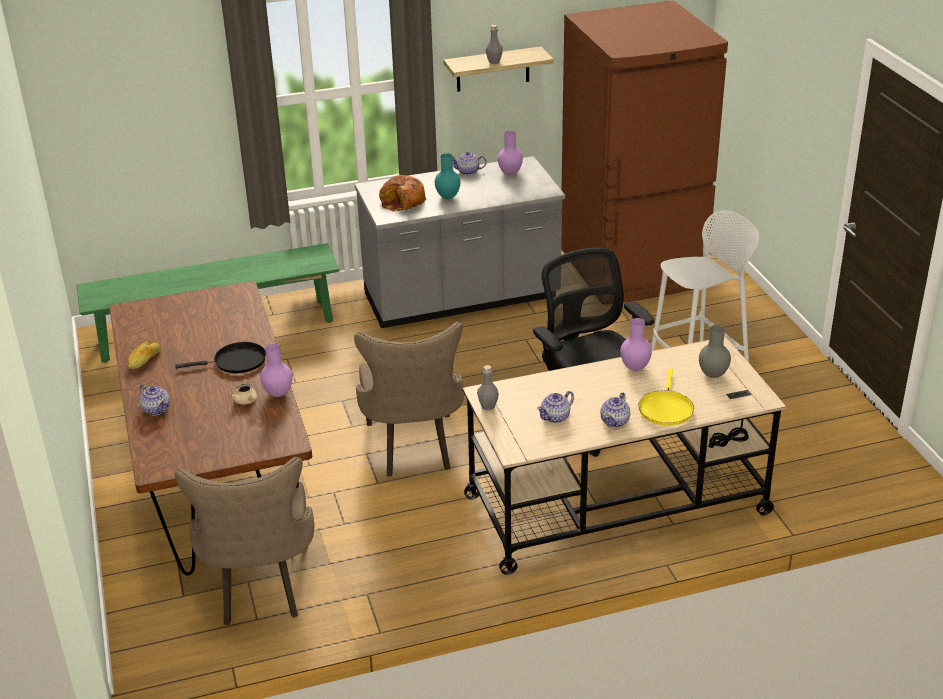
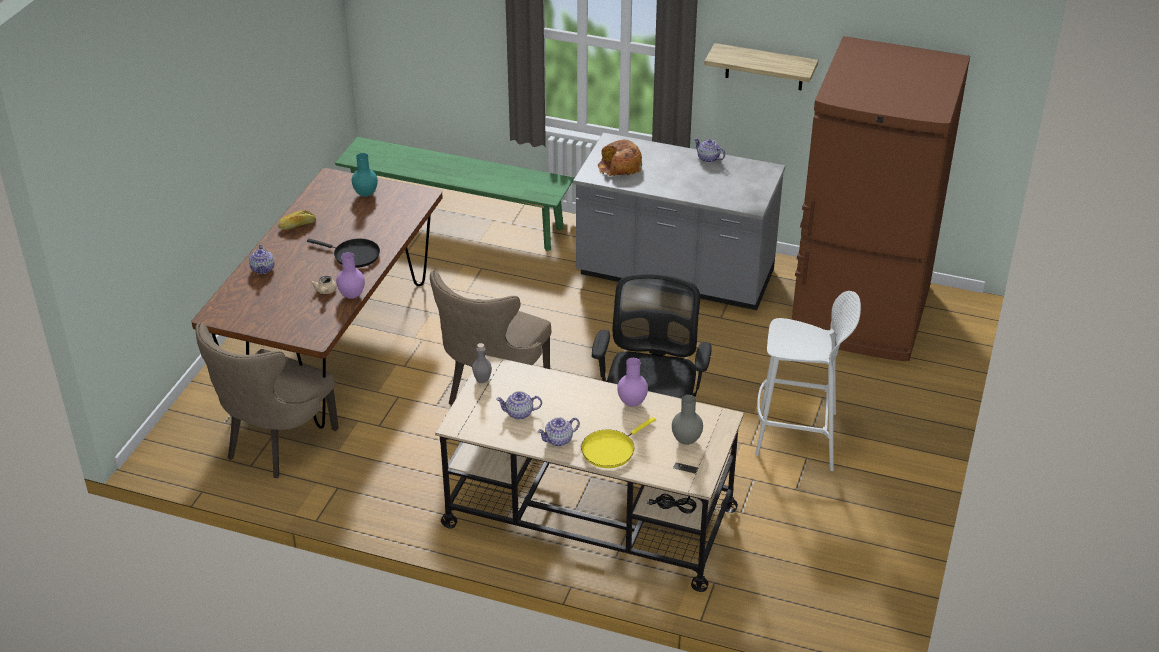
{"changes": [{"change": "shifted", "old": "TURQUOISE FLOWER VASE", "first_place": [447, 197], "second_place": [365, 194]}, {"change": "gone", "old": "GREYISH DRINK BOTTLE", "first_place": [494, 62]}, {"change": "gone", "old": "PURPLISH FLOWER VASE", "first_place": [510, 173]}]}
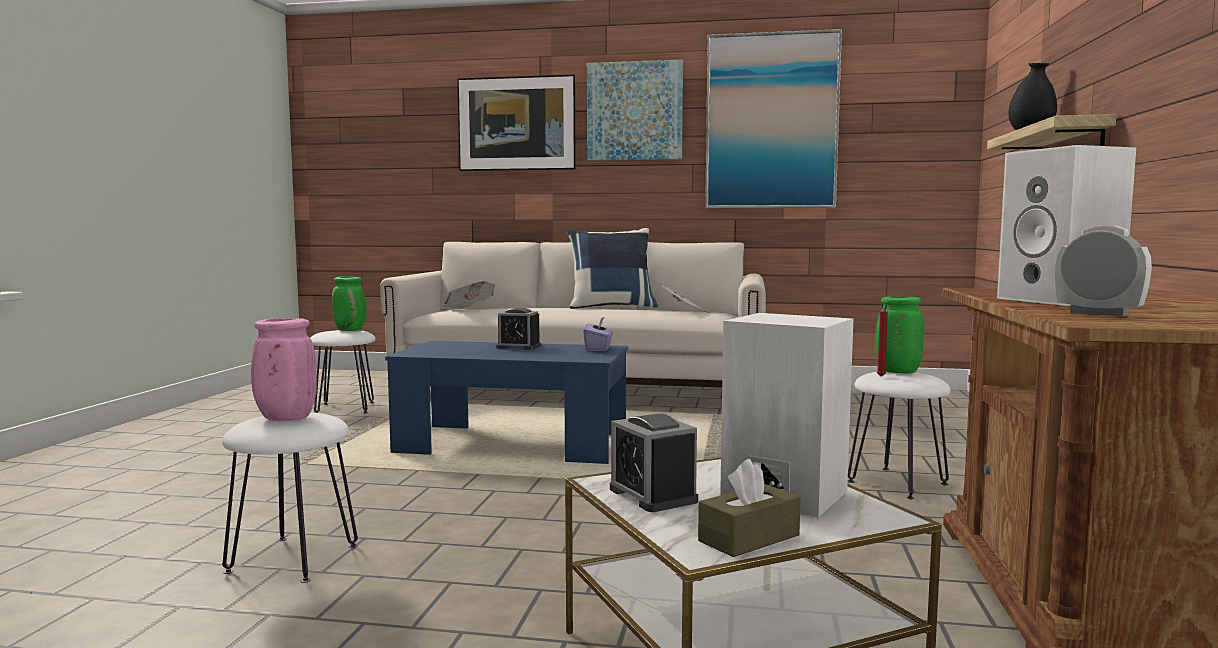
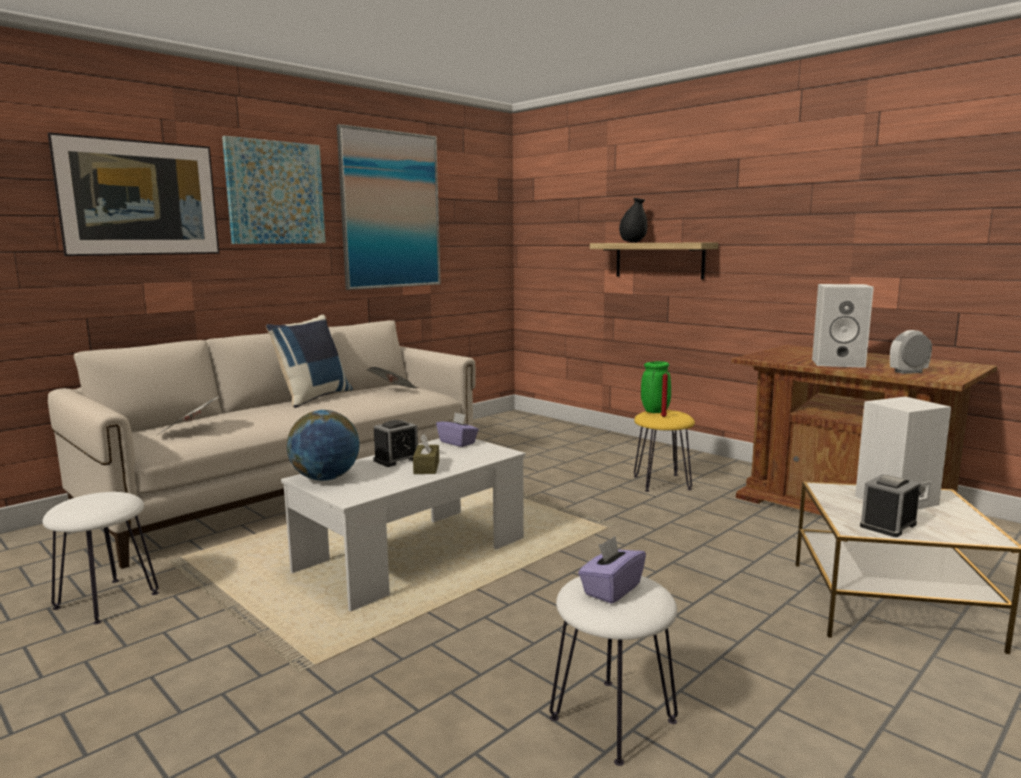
{"changes": [{"change": "repainted", "old": "BLUE-COLOURED LOW TABLE", "new": "WHITE-COLOURED LOW TABLE", "first_place": [513, 444], "second_place": [413, 555]}, {"change": "new", "new": "WORLD GLOBE", "second_place": [325, 478]}, {"change": "shifted", "old": "BROWN-COLOURED TISSUE BOX", "first_place": [749, 538], "second_place": [426, 467]}, {"change": "swapped", "old": "PINK-COLOURED FLOWER VASE", "new": "PURPLISH TISSUE BOX", "first_place": [284, 418], "second_place": [611, 589]}, {"change": "repainted", "old": "WHITE-COLOURED STOOL", "new": "YELLOW STOOL", "first_place": [897, 483], "second_place": [661, 482]}, {"change": "rotated", "old": "BEDSIDE CLOCK", "first_place": [652, 495], "second_place": [888, 525], "degrees": 135}, {"change": "gone", "old": "GREEN-COLOURED FLOWER VASE", "first_place": [351, 330]}]}
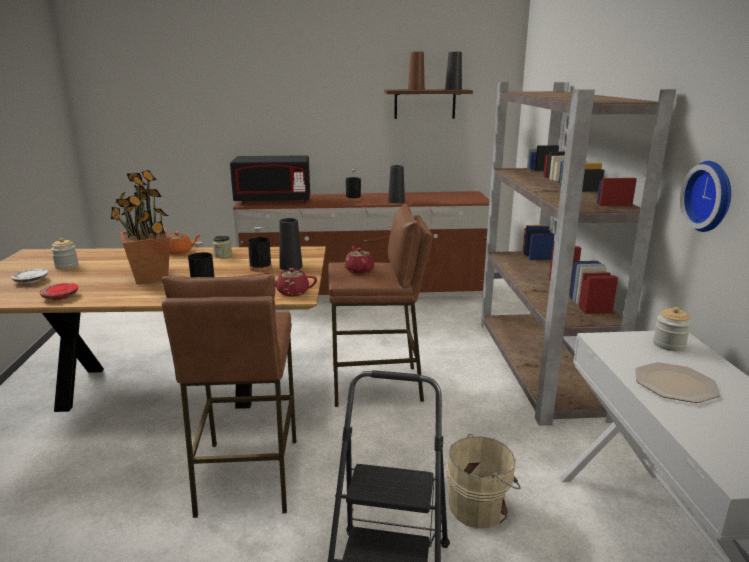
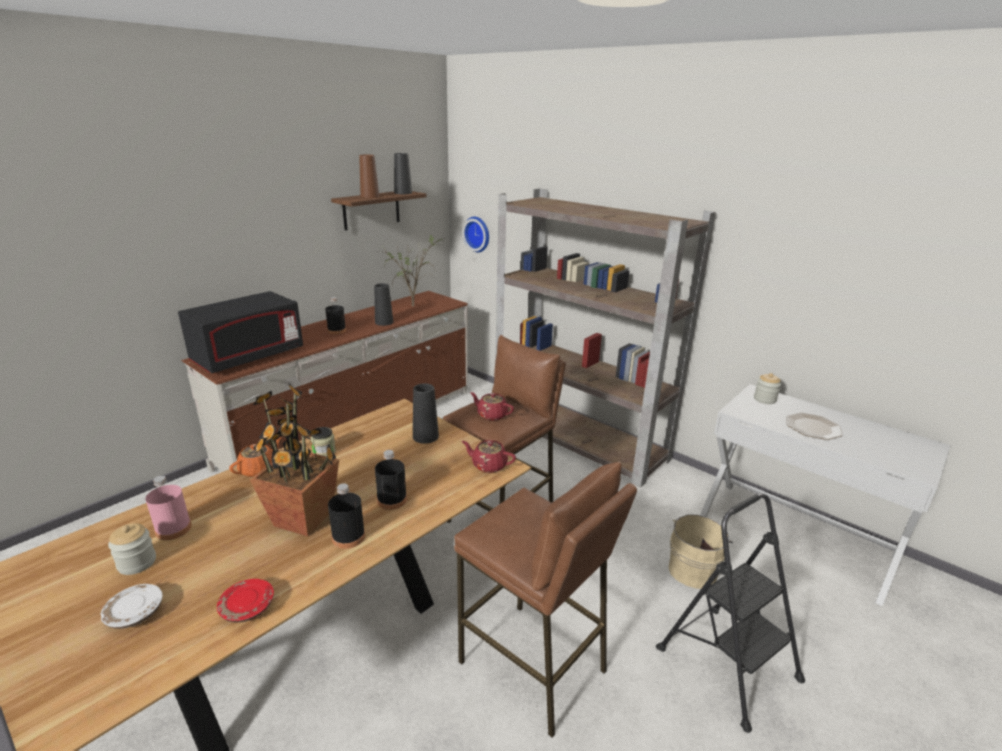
{"changes": [{"change": "new", "new": "PINK-COLOURED DRINK BOTTLE", "second_place": [173, 529]}, {"change": "shifted", "old": "BLACKISH DRINK BOTTLE", "first_place": [260, 268], "second_place": [348, 537]}, {"change": "new", "new": "HOUSEPLANT", "second_place": [415, 305]}, {"change": "rotated", "old": "RED-COLOURED TEAPOT", "first_place": [292, 292], "second_place": [488, 465], "degrees": 60}, {"change": "shifted", "old": "HANGING CLOCK", "first_place": [711, 196], "second_place": [478, 234]}]}
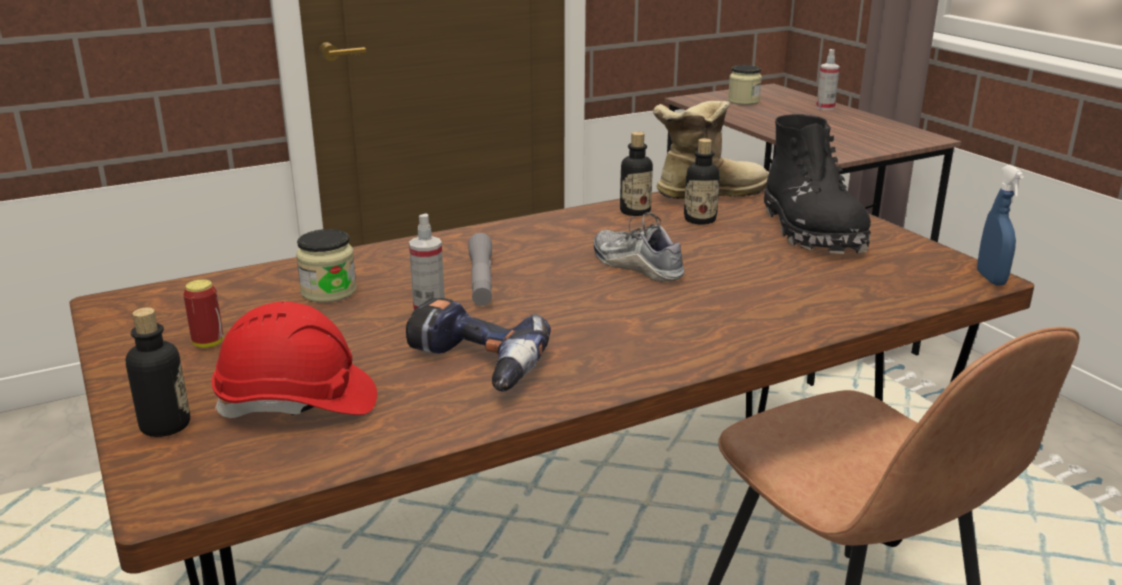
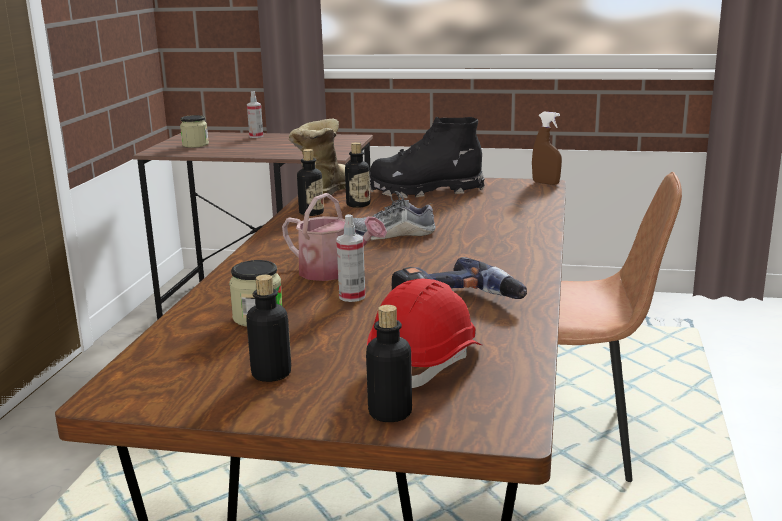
{"changes": [{"change": "swapped", "old": "SEALED CAN", "new": "DRINK BOTTLE", "first_place": [208, 343], "second_place": [271, 374]}, {"change": "swapped", "old": "GREYISH HAND TORCH", "new": "WATERING POT", "first_place": [481, 280], "second_place": [332, 273]}, {"change": "rotated", "old": "BLACKISH TALL BOOT", "first_place": [811, 231], "second_place": [425, 191], "degrees": 150}, {"change": "repainted", "old": "BLUE-COLOURED HAND SPRAYER", "new": "BROWN-COLOURED HAND SPRAYER", "first_place": [991, 278], "second_place": [545, 183]}]}
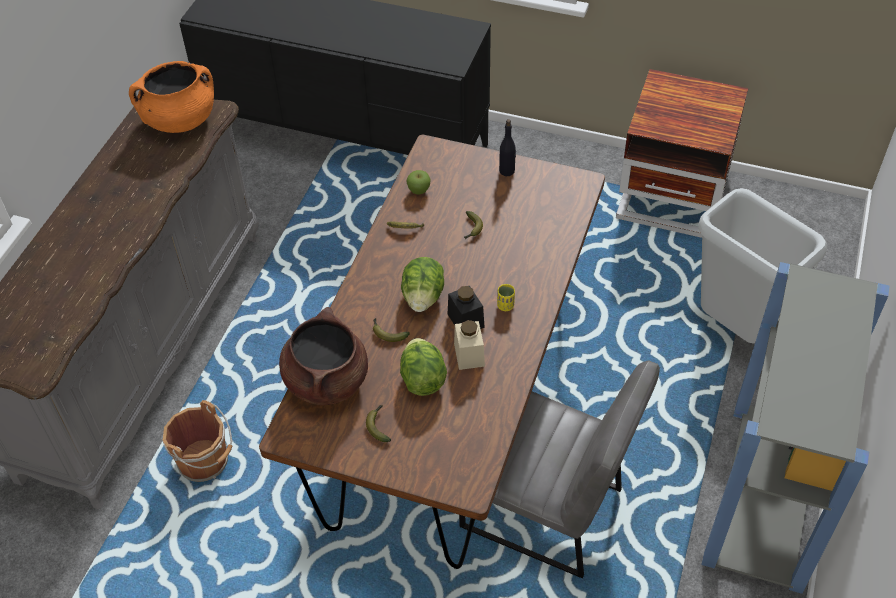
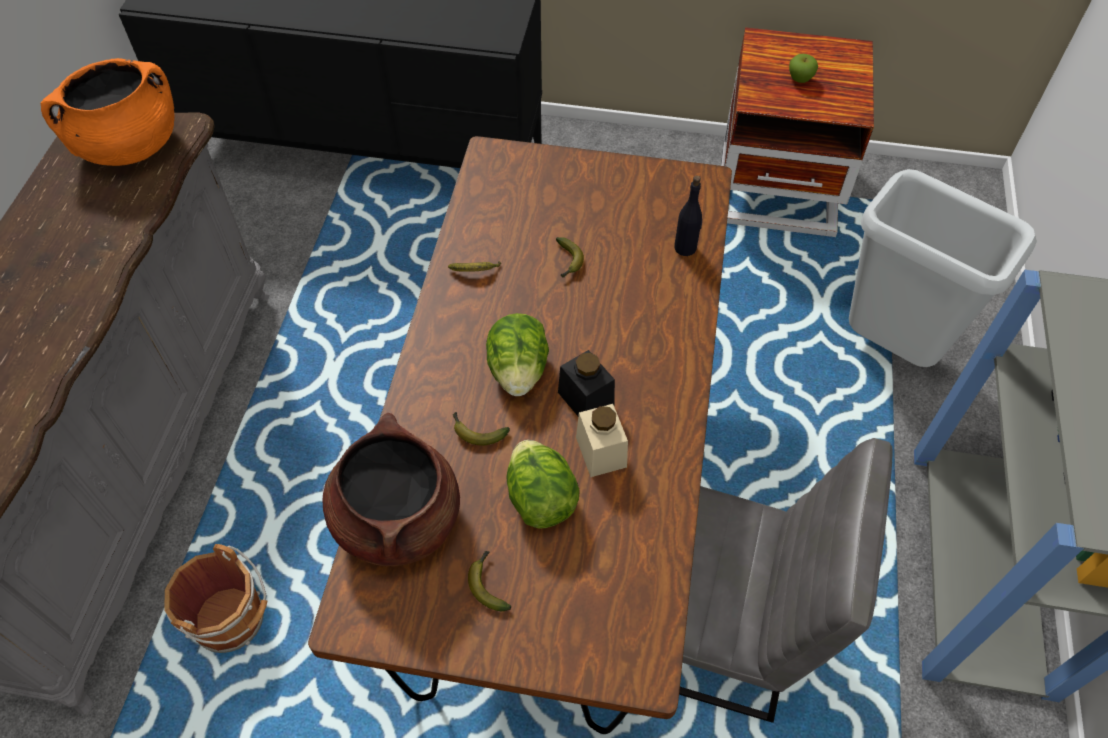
{"changes": [{"change": "shifted", "old": "BLACKISH DRINK BOTTLE", "first_place": [507, 171], "second_place": [685, 248]}, {"change": "shifted", "old": "WHOLE APPLE", "first_place": [419, 191], "second_place": [800, 79]}, {"change": "gone", "old": "YELLOW CUP", "first_place": [505, 306]}]}
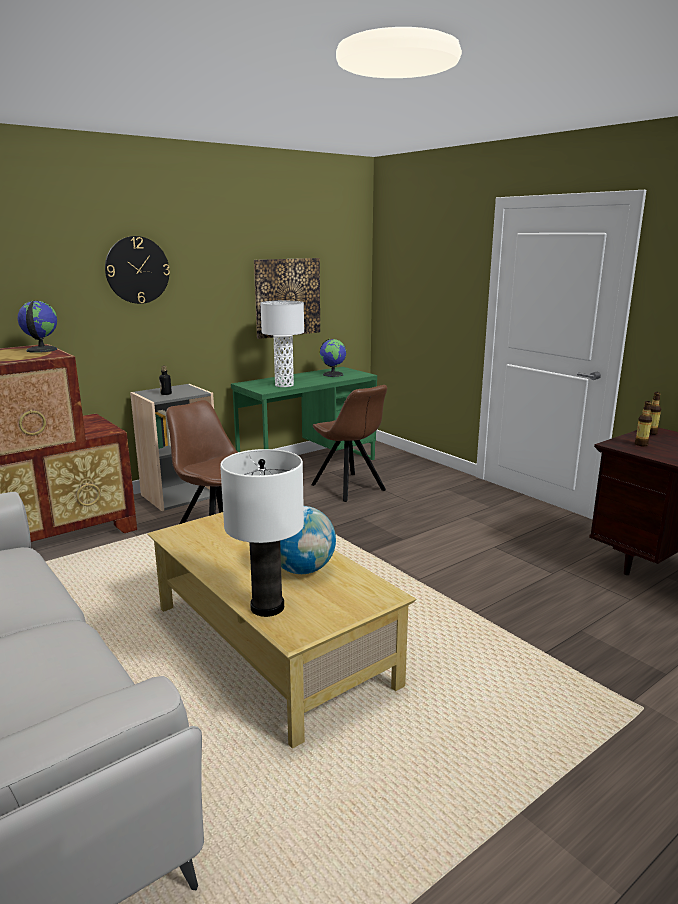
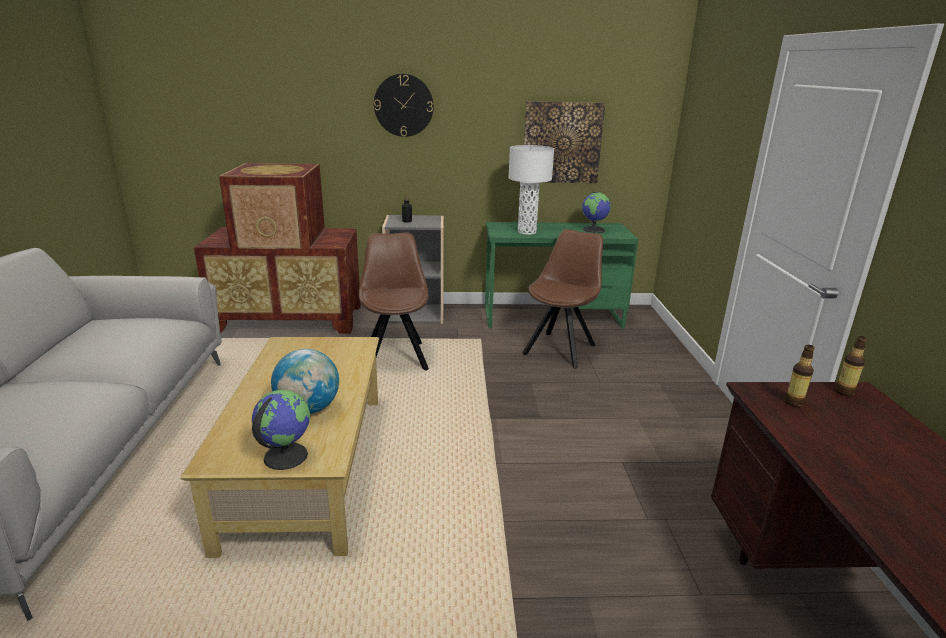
{"changes": [{"change": "shifted", "old": "WORLD GLOBE", "first_place": [41, 350], "second_place": [285, 456]}, {"change": "rotated", "old": "BROWN-COLOURED CHAIR", "first_place": [349, 487], "second_place": [560, 349], "degrees": -150}, {"change": "gone", "old": "WHITE-COLOURED TABLE LAMP", "first_place": [267, 607]}]}
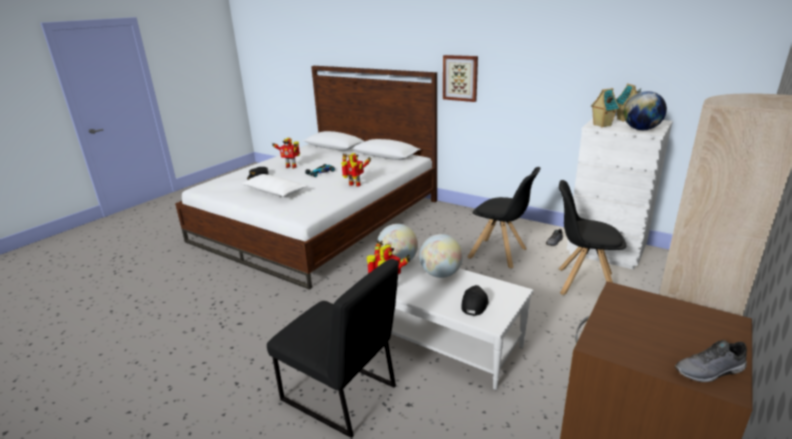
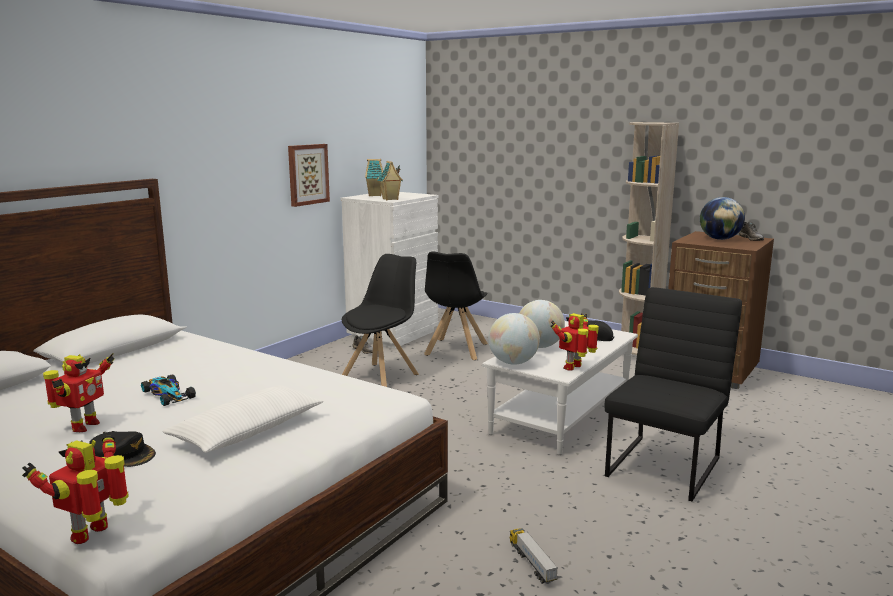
{"changes": [{"change": "shifted", "old": "TOY ROBOT", "first_place": [355, 185], "second_place": [93, 533]}, {"change": "shifted", "old": "PICTURE", "first_place": [460, 78], "second_place": [307, 174]}, {"change": "new", "new": "MODEL TRUCK", "second_place": [531, 563]}, {"change": "shifted", "old": "WORLD GLOBE", "first_place": [641, 129], "second_place": [720, 239]}]}
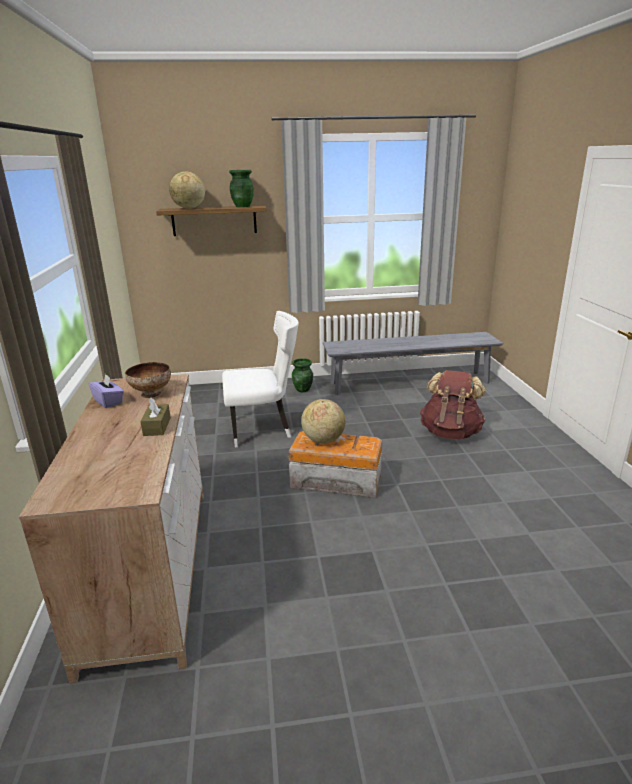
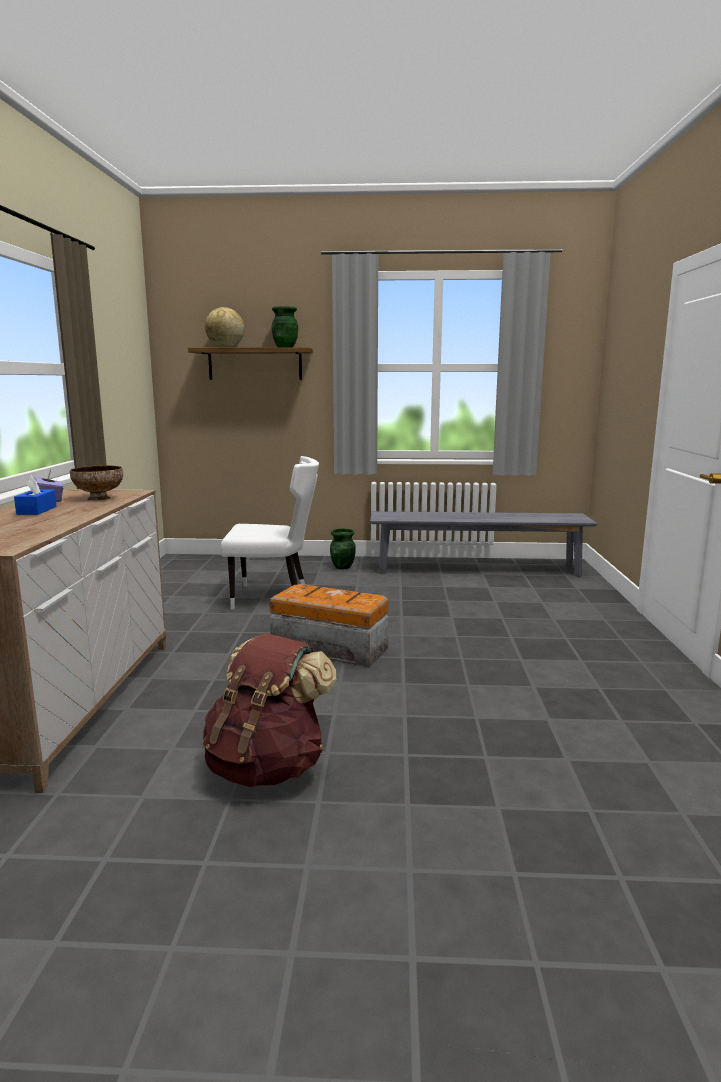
{"changes": [{"change": "new", "new": "BLUE-COLOURED TISSUE BOX", "second_place": [37, 510]}, {"change": "shifted", "old": "BROWN-COLOURED KNAPSACK", "first_place": [450, 433], "second_place": [267, 767]}, {"change": "gone", "old": "BROWN-COLOURED TISSUE BOX", "first_place": [157, 426]}, {"change": "gone", "old": "WORLD GLOBE", "first_place": [323, 440]}]}
